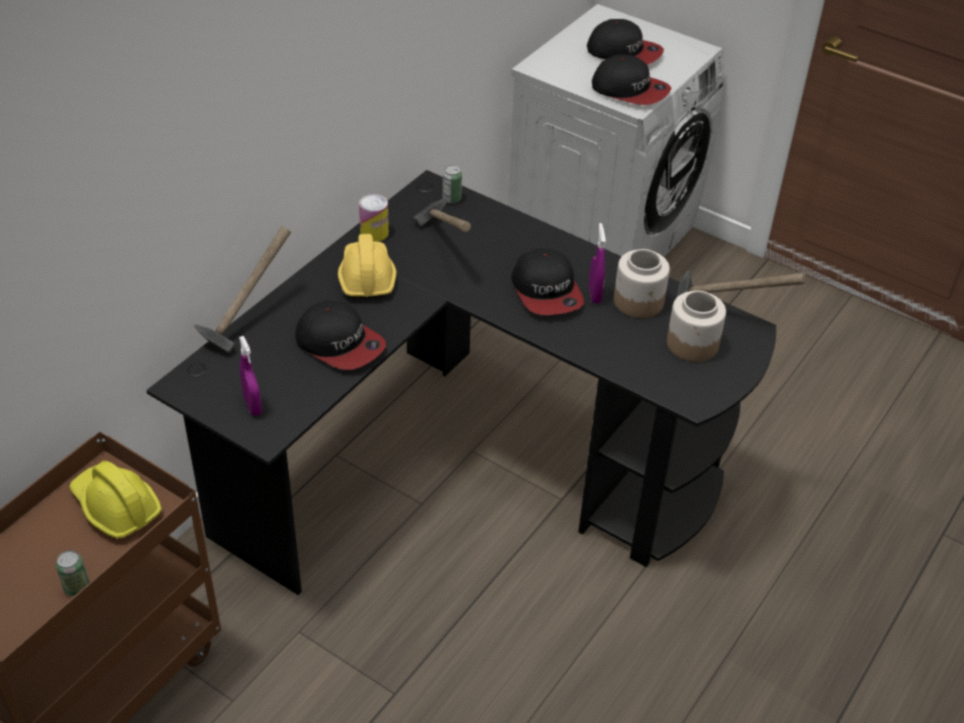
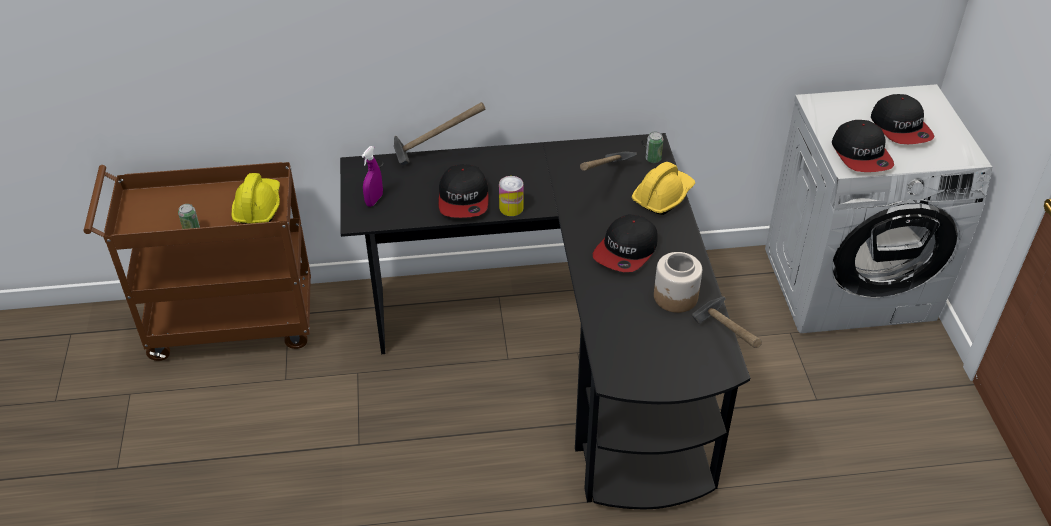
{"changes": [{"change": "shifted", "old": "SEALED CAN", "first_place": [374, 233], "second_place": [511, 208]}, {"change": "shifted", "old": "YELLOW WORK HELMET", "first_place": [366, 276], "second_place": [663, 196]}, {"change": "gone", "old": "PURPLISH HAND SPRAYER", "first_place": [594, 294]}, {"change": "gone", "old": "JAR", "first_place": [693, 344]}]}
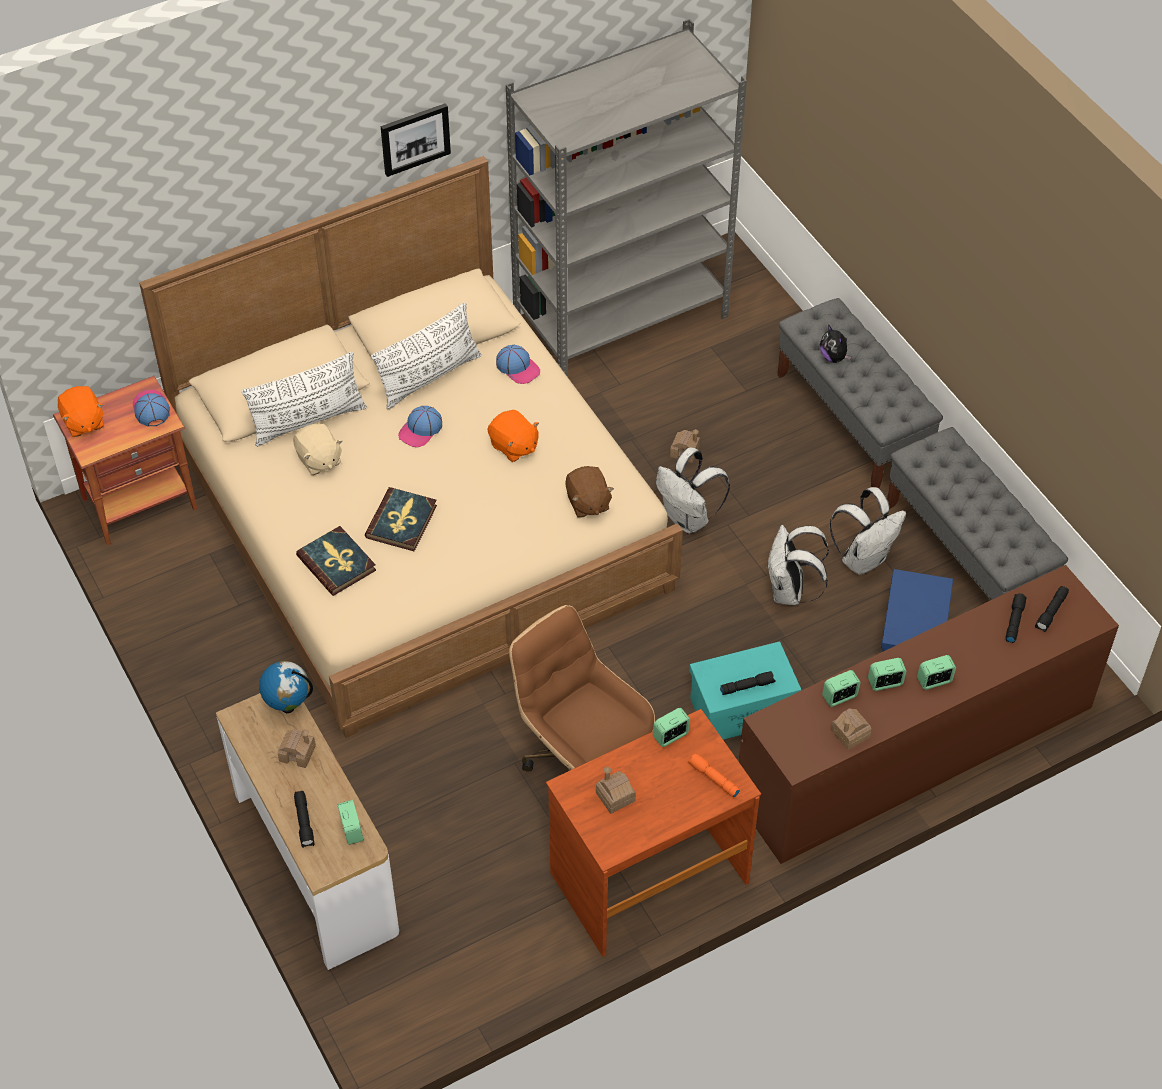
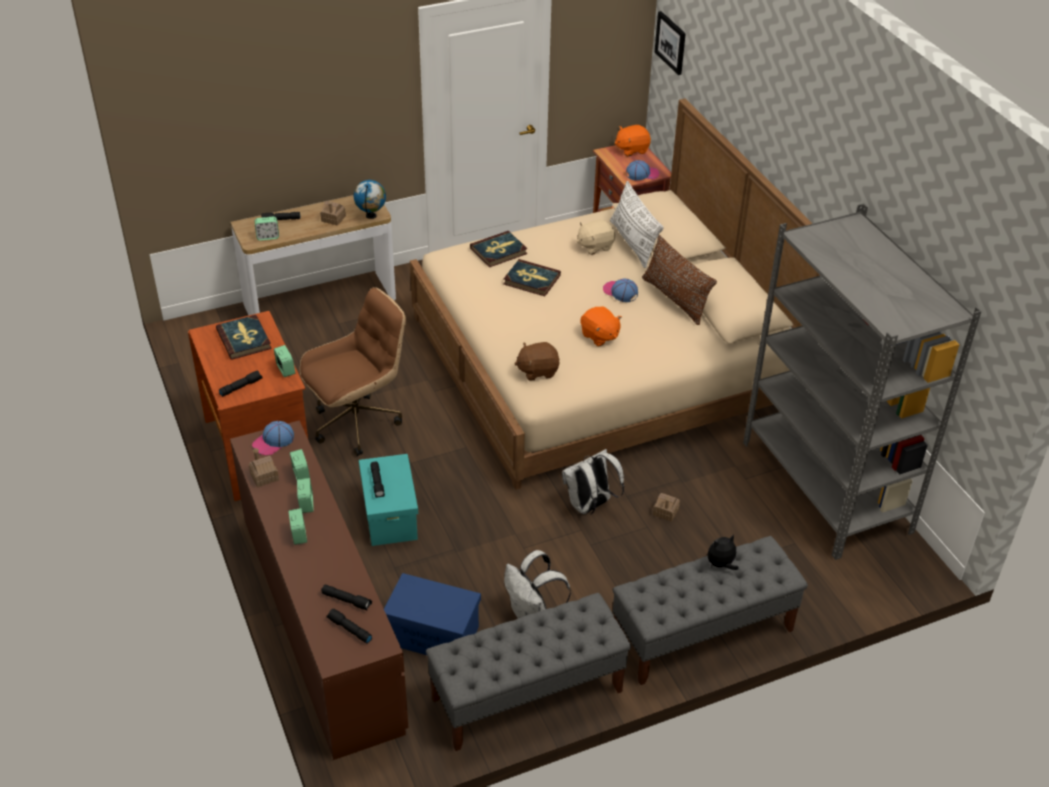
{"changes": [{"change": "swapped", "old": "MODEL HOUSE", "new": "VOLUME", "first_place": [615, 797], "second_place": [244, 339]}, {"change": "repainted", "old": "ORANGEY HAND TORCH", "new": "BLACKISH HAND TORCH", "first_place": [713, 779], "second_place": [241, 387]}, {"change": "shifted", "old": "CAP", "first_place": [518, 368], "second_place": [273, 442]}, {"change": "rotated", "old": "ORANGEY SOFT TOY", "first_place": [513, 446], "second_place": [599, 336], "degrees": -90}, {"change": "repainted", "old": "WHITE-COLOURED CUSHION", "new": "BROWN-COLOURED CUSHION", "first_place": [429, 377], "second_place": [675, 299]}, {"change": "shifted", "old": "PICTURE", "first_place": [415, 138], "second_place": [671, 42]}, {"change": "gone", "old": "WHITE-COLOURED KNAPSACK", "first_place": [790, 592]}]}
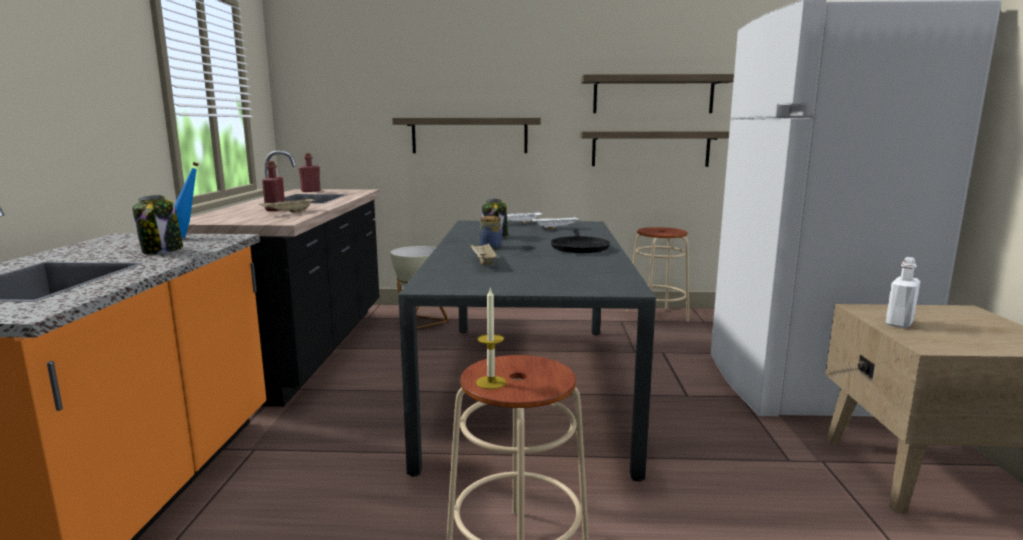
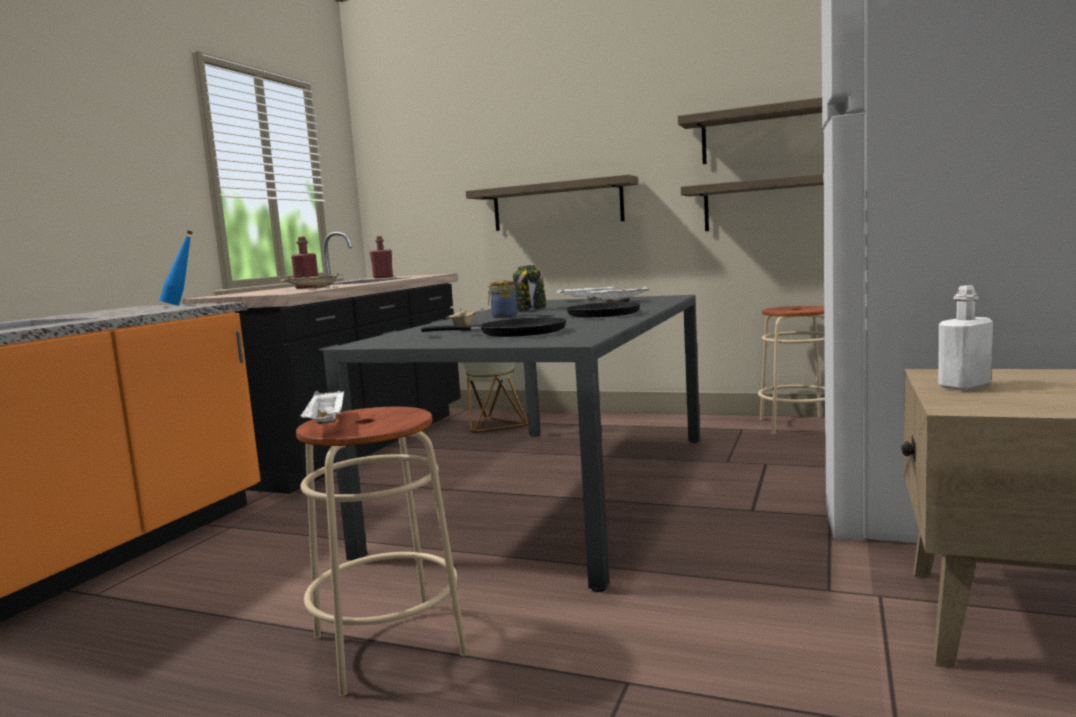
{"changes": [{"change": "swapped", "old": "WAX LIGHT", "new": "WHITE-COLOURED TRAY", "first_place": [491, 382], "second_place": [327, 424]}, {"change": "new", "new": "BLACKISH SKILLET", "second_place": [516, 333]}, {"change": "gone", "old": "JAR", "first_place": [162, 250]}]}
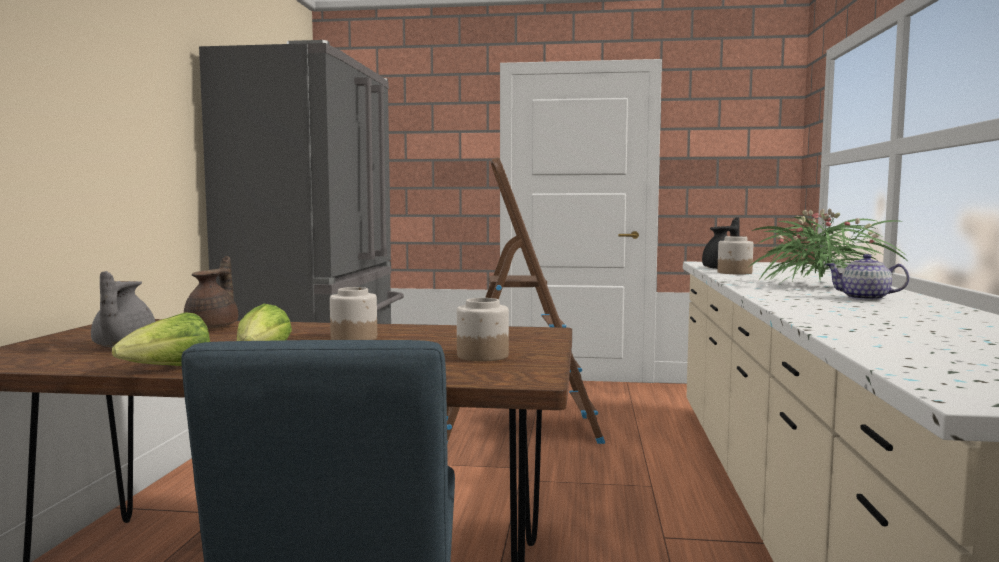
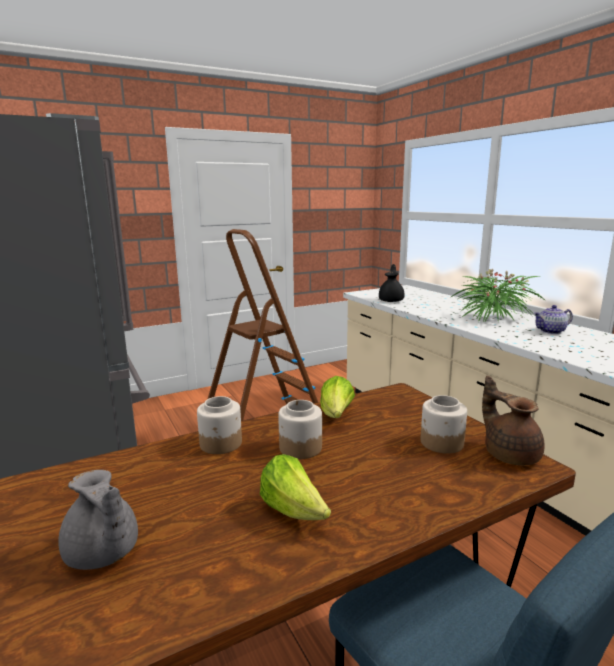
{"changes": [{"change": "shifted", "old": "JAR", "first_place": [734, 273], "second_place": [221, 444]}, {"change": "shifted", "old": "HEAD OF LETTUCE", "first_place": [169, 369], "second_place": [336, 415]}, {"change": "shifted", "old": "BROWN-COLOURED TEAPOT", "first_place": [214, 326], "second_place": [510, 454]}]}
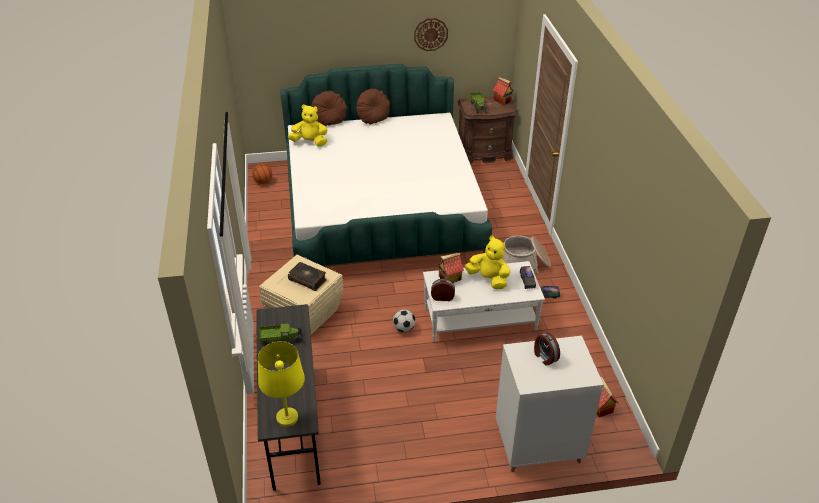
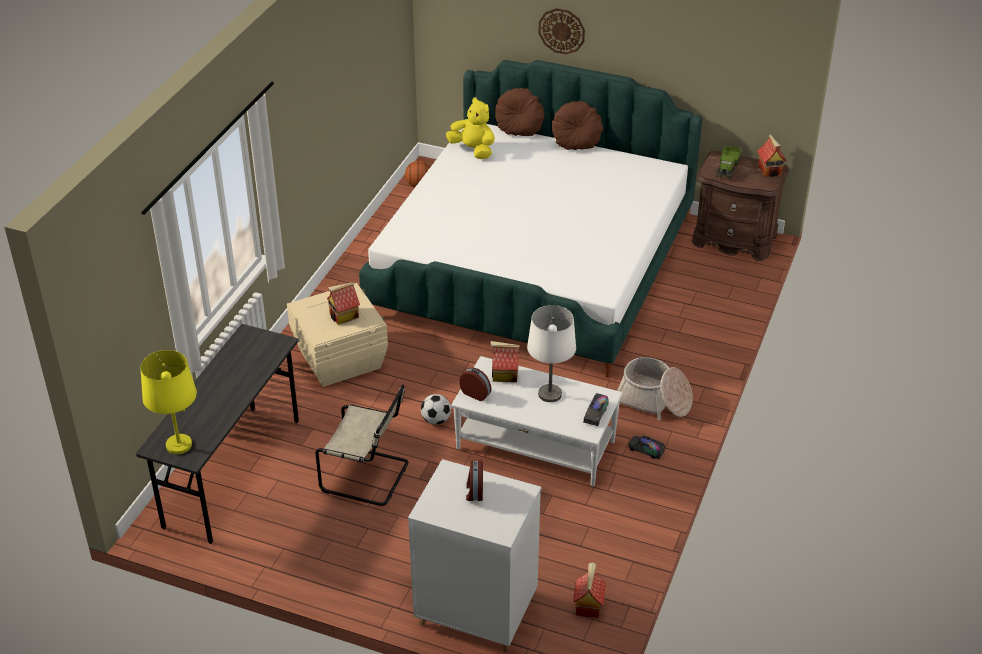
{"changes": [{"change": "new", "new": "BEIGE-COLOURED CHAIR", "second_place": [368, 477]}, {"change": "swapped", "old": "VOLUME", "new": "MODEL HOUSE", "first_place": [308, 279], "second_place": [344, 316]}, {"change": "swapped", "old": "YELLOW SOFT TOY", "new": "WHITE-COLOURED TABLE LAMP", "first_place": [488, 279], "second_place": [550, 394]}, {"change": "shifted", "old": "HANGING CLOCK", "first_place": [430, 34], "second_place": [561, 31]}, {"change": "gone", "old": "MODEL TRUCK", "first_place": [281, 339]}]}
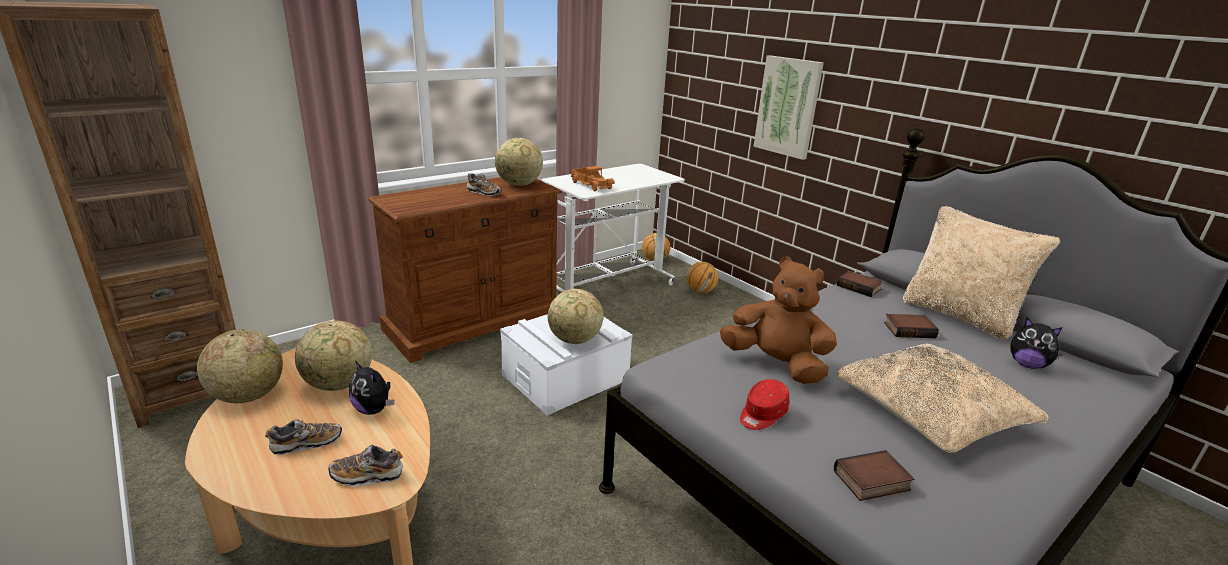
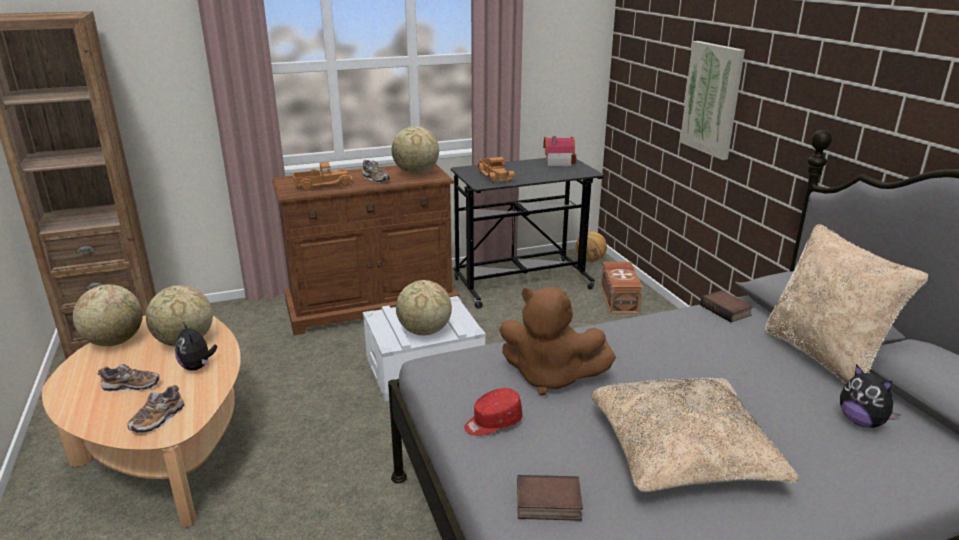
{"changes": [{"change": "rotated", "old": "SHOE", "first_place": [367, 476], "second_place": [158, 419], "degrees": -75}, {"change": "new", "new": "MODEL TRUCK", "second_place": [322, 184]}, {"change": "repainted", "old": "WHITE-COLOURED DESK TABLE", "new": "BLACKISH DESK TABLE", "first_place": [609, 286], "second_place": [522, 283]}, {"change": "rotated", "old": "BROWN-COLOURED SOFT TOY", "first_place": [775, 364], "second_place": [550, 377], "degrees": 150}, {"change": "new", "new": "MODEL HOUSE", "second_place": [557, 162]}, {"change": "swapped", "old": "BALL FOR BASKETBALL", "new": "BROWN-COLOURED STORAGE BOX", "first_place": [700, 291], "second_place": [620, 299]}, {"change": "gone", "old": "VOLUME", "first_place": [909, 329]}]}
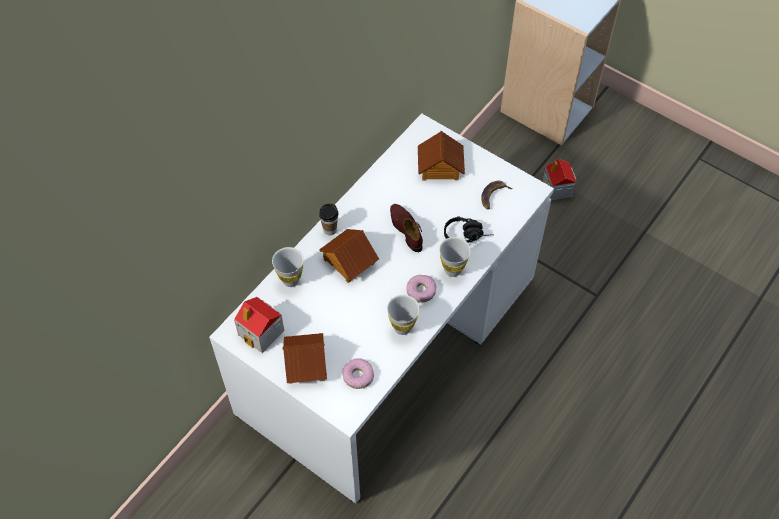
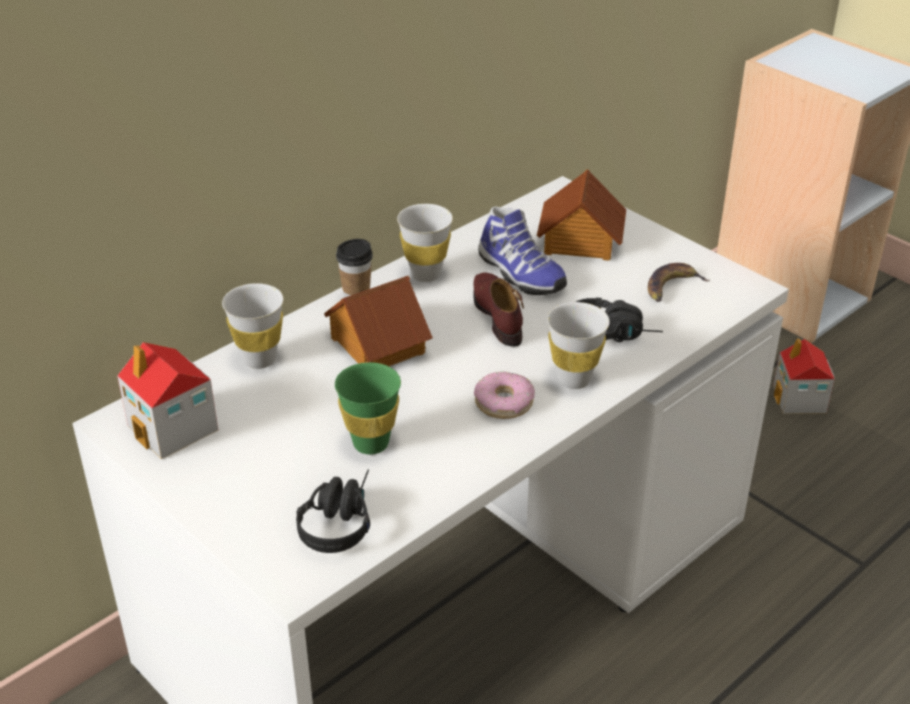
{"changes": [{"change": "swapped", "old": "RING DOUGHNUT", "new": "BLACKISH HEADSET", "first_place": [358, 376], "second_place": [339, 519]}, {"change": "new", "new": "GREEN-COLOURED CUP", "second_place": [371, 443]}, {"change": "shifted", "old": "WHITE-COLOURED CUP", "first_place": [402, 327], "second_place": [425, 274]}, {"change": "new", "new": "SHOE", "second_place": [518, 274]}, {"change": "gone", "old": "MODEL HOUSE", "first_place": [305, 363]}]}
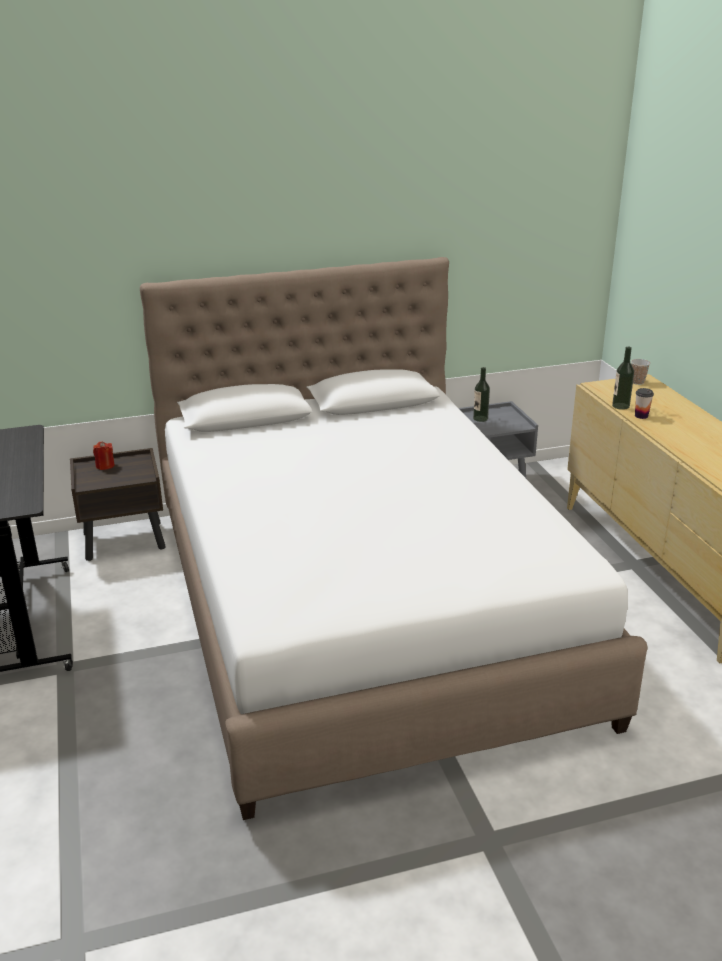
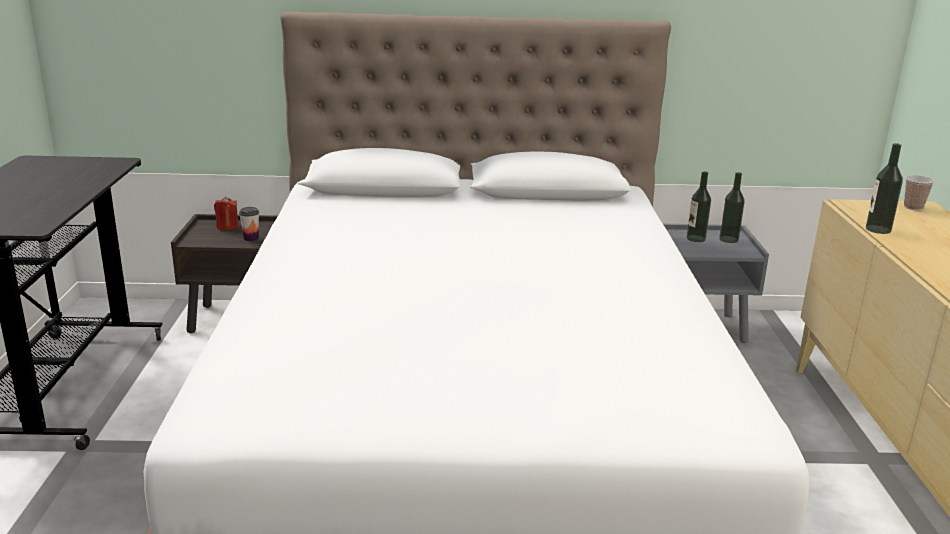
{"changes": [{"change": "shifted", "old": "CUP", "first_place": [641, 416], "second_place": [251, 238]}, {"change": "new", "new": "DRINK BOTTLE", "second_place": [728, 239]}]}
